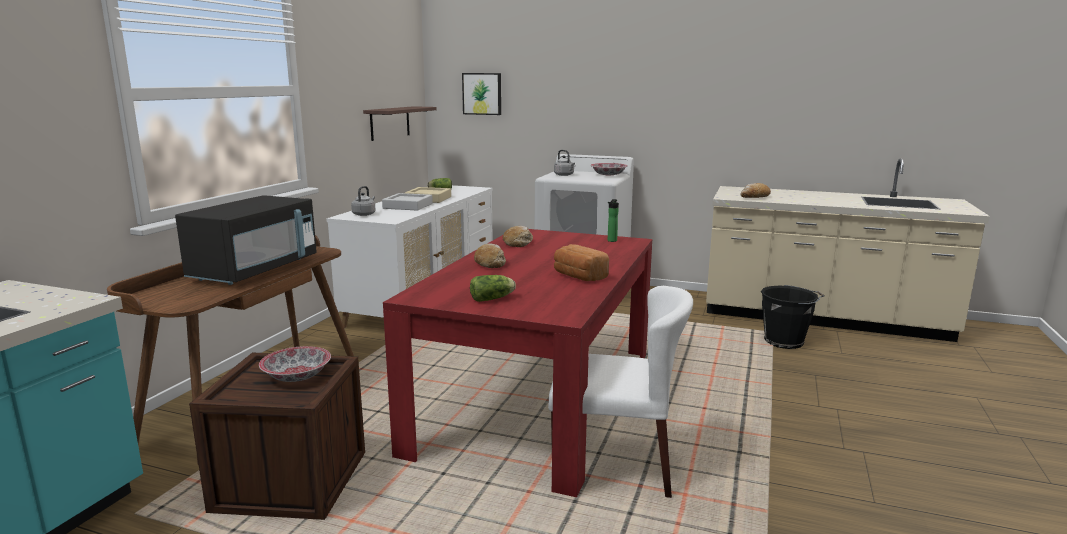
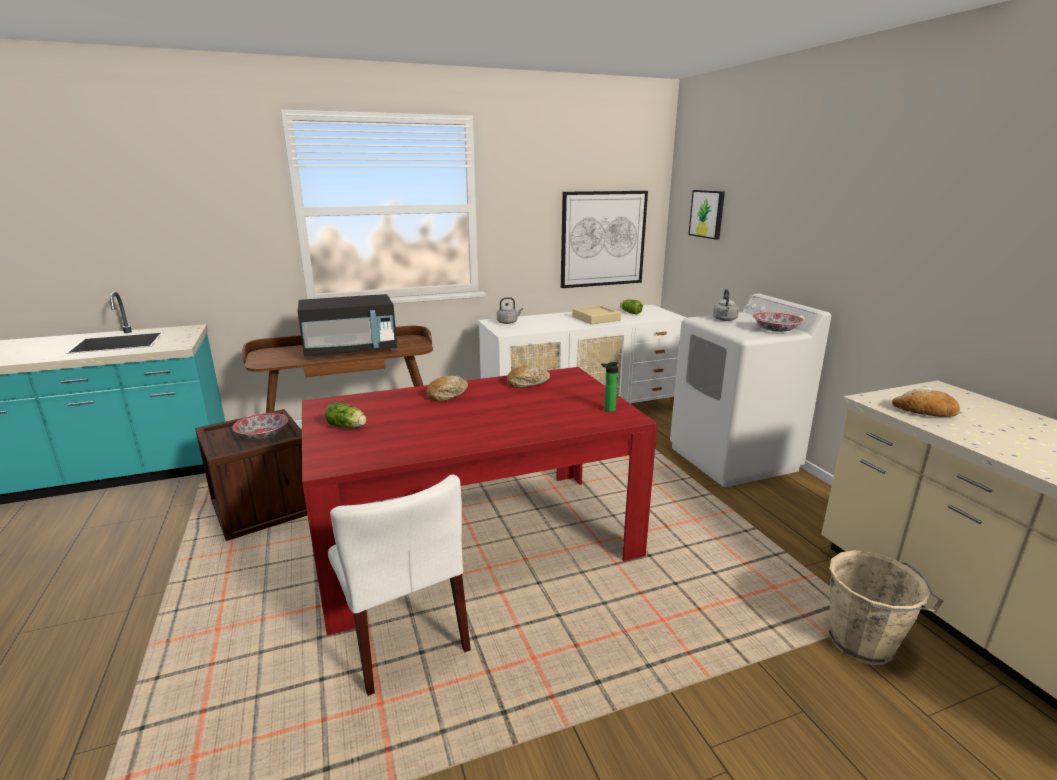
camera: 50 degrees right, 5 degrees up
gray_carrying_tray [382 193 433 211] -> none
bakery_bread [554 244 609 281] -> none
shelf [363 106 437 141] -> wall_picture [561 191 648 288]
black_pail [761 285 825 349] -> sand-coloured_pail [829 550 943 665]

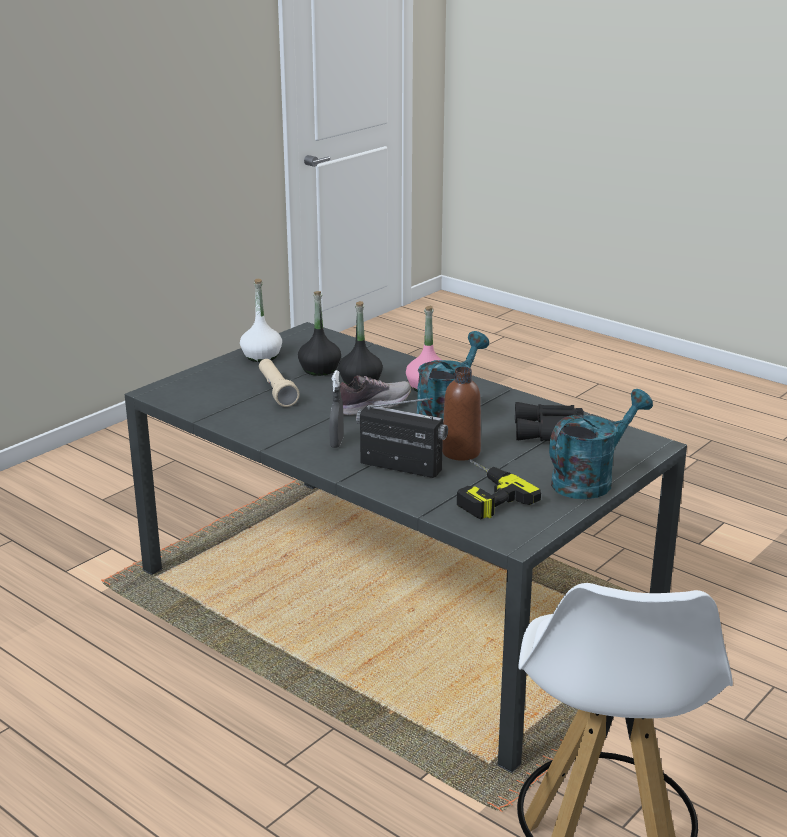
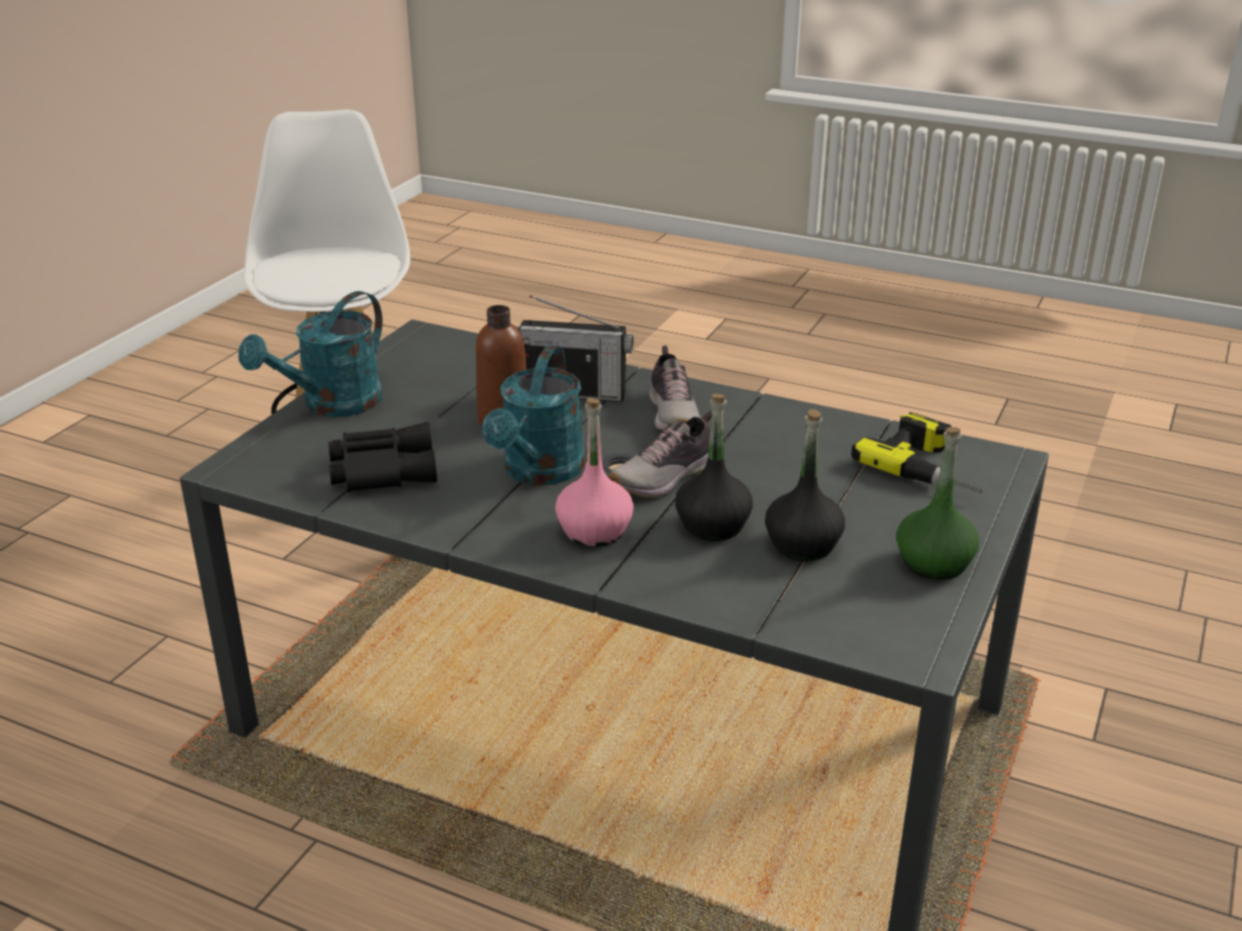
camera: 165 degrees right, 5 degrees up
sand-coloured_hand_torch [259 359 300 407] -> none
power_drill [457 459 541 519] -> power_drill [851 412 983 493], relocated
gray_sprayer [329 370 344 448] -> shoe [649 345 701 430]
white_beverage_bottle [240 279 282 362] -> greenish_beverage_bottle [896 427 979 580]

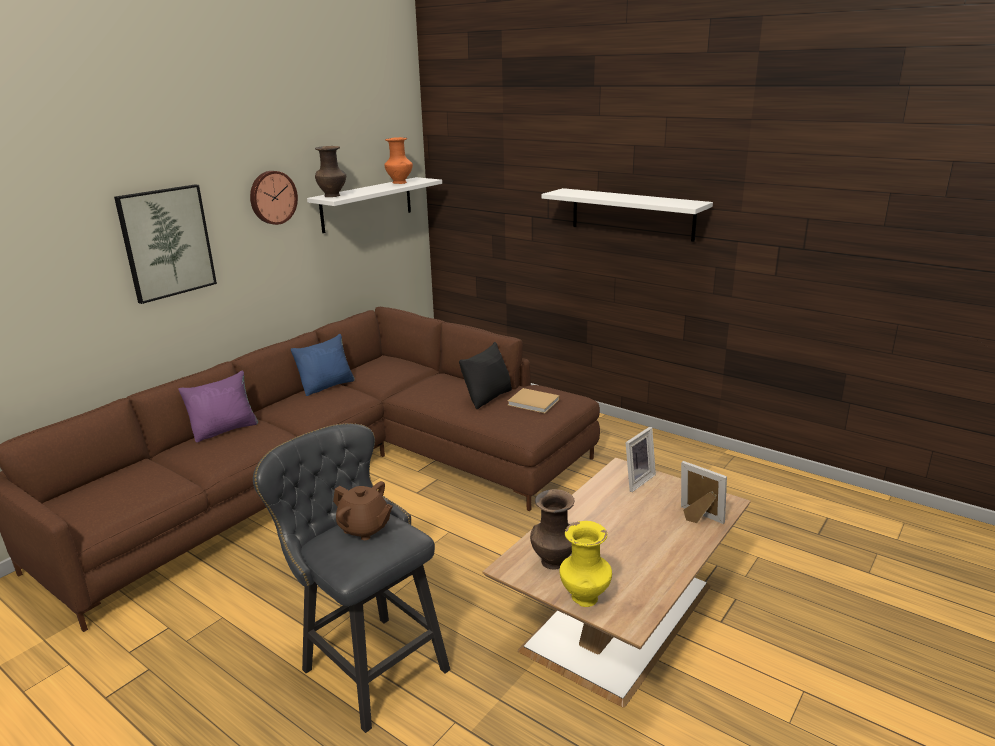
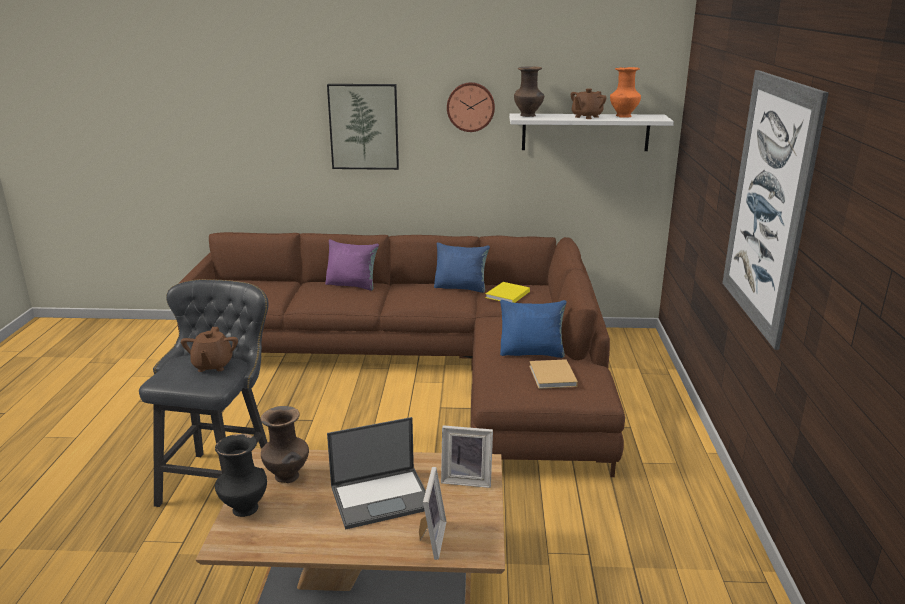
camera: 55 degrees right, 0 degrees up
none -> laptop [327 417 426 530]
none -> yellow_bound_book [485 282 530 303]
none -> brownish_tea_pot [571 88 607 119]
white_shelf [541 188 713 242] -> wall_picture [722 70 829 350]
black_throw_pillow [459 342 512 409] -> bluish_throw_pillow [500 300 566 358]
yellow_vase [559 521 612 607] -> black_vase [215 434 267 517]

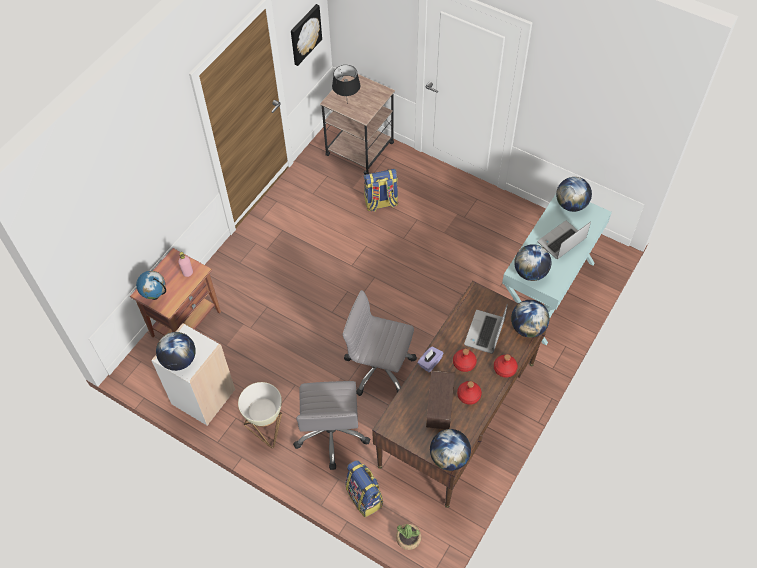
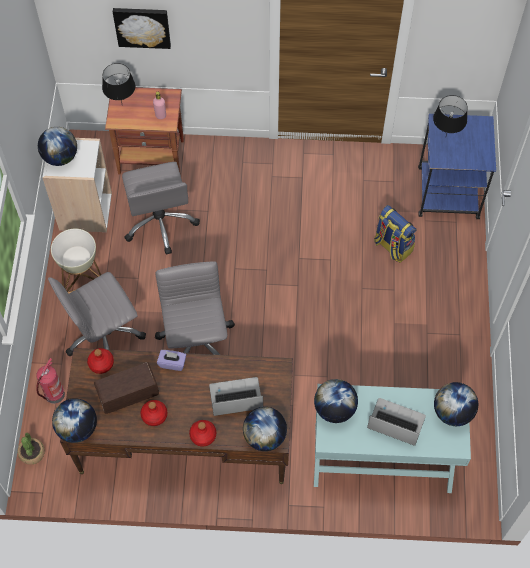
camera: 60 degrees right, 5 degrees up
none -> gray_office_chair [122 162 200 255]
wall_picture [291 4 322 66] -> wall_picture [113 8 171 49], relocated
red-coloured_beverage_bottle [453 349 477 372] -> red-coloured_beverage_bottle [87 348 114 374], relocated
desk_globe [136 271 166 300] -> black_lamp_for_a_table [102 63 135 103]
backpack [345 460 383 517] -> fire-fighting_cylinder [36 358 65 404]
brownish_cart [320 74 395 175] -> bluish_cart [418 114 496 219]

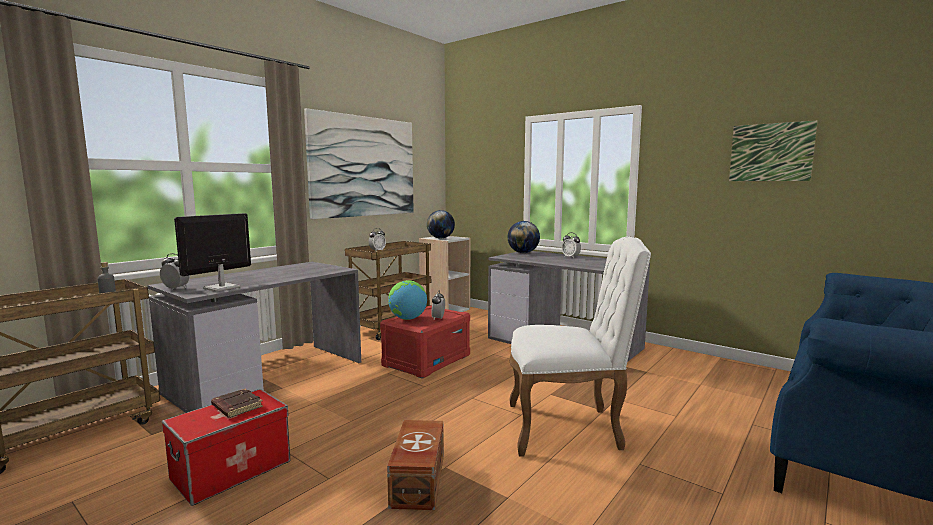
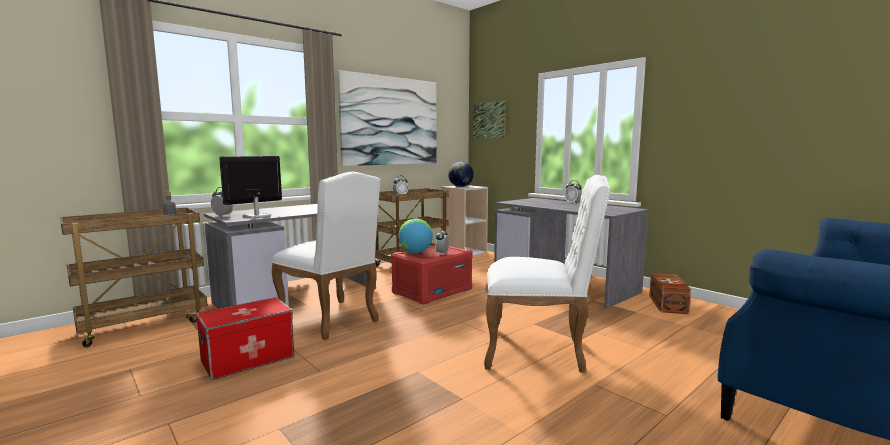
camera: 10 degrees right, 0 degrees up
brownish_bound_book [211 389 263 418] -> none
desk_globe [508 221 540 253] -> none
none -> white_upright_chair [272 171 381 340]
brownish_storage_box [387 420 444 510] -> brownish_storage_box [649 273 691 314], relocated
wall_picture [729 120 818 181] -> wall_picture [473 101 506 138], relocated

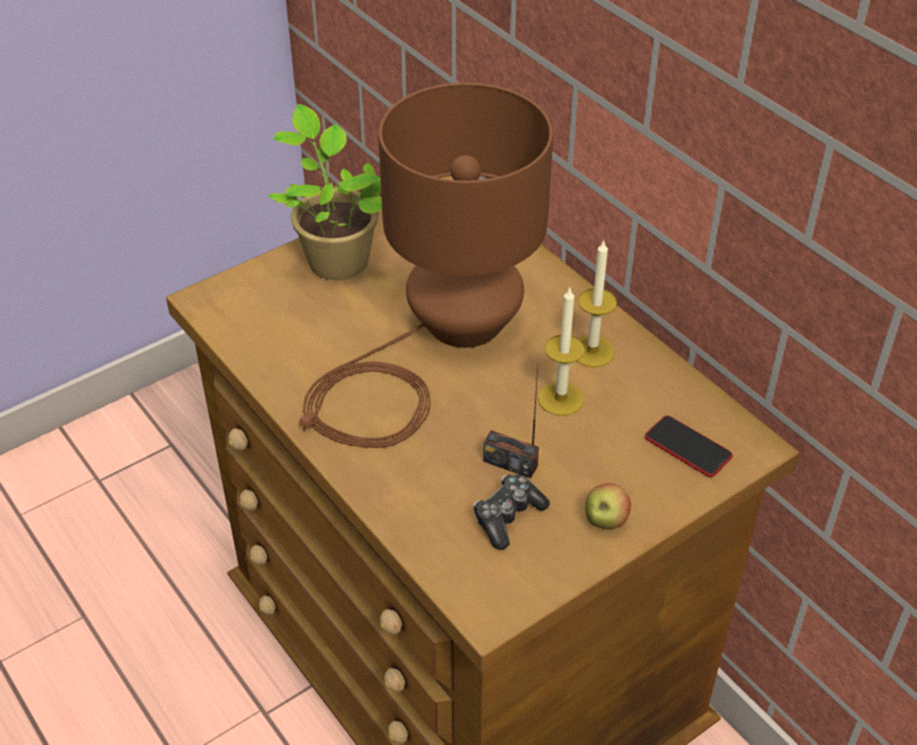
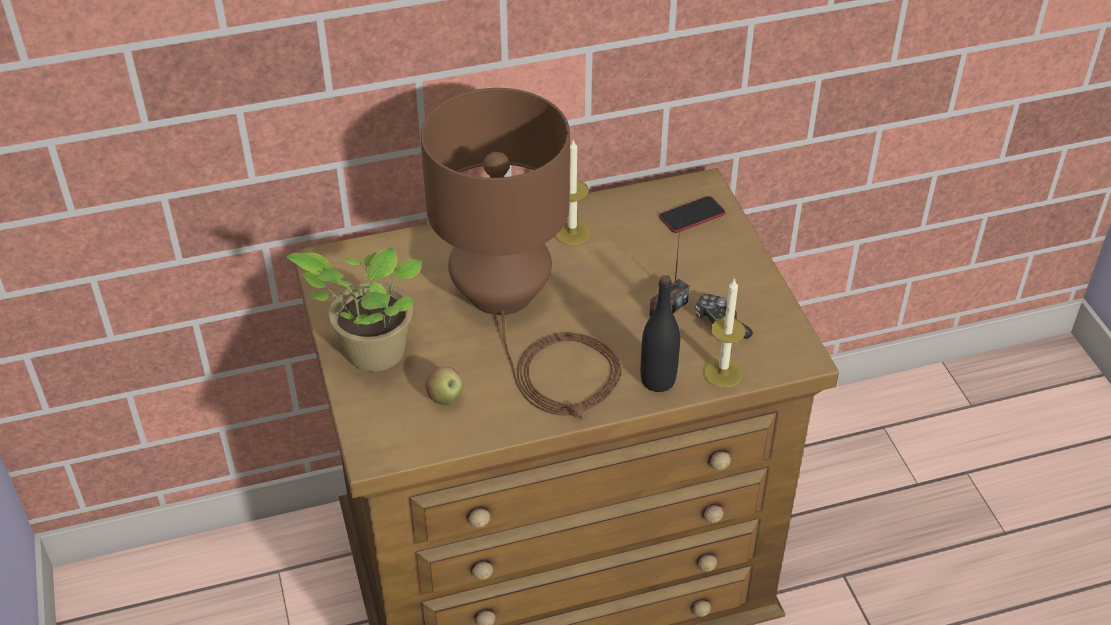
camera: 70 degrees left, 0 degrees up
none -> black_beverage_bottle [641 275 680 392]
wax_candle [538 288 585 416] -> wax_candle [703 278 746 388], relocated
apple [585 483 631 529] -> apple [425 366 463 405], relocated

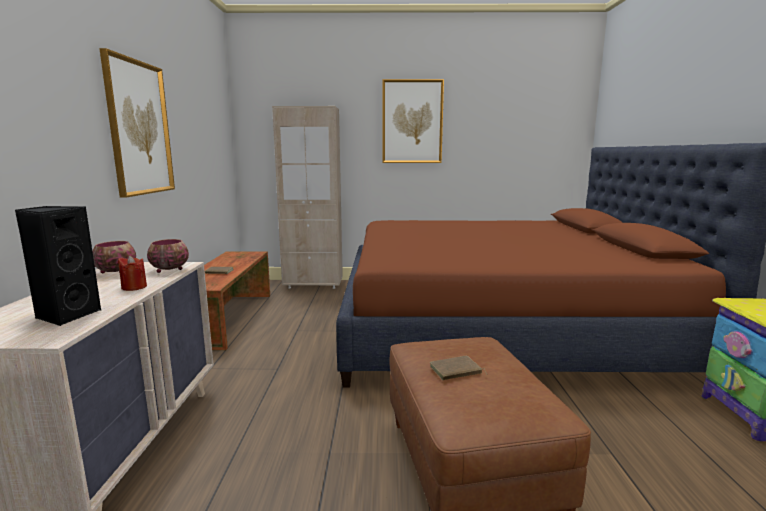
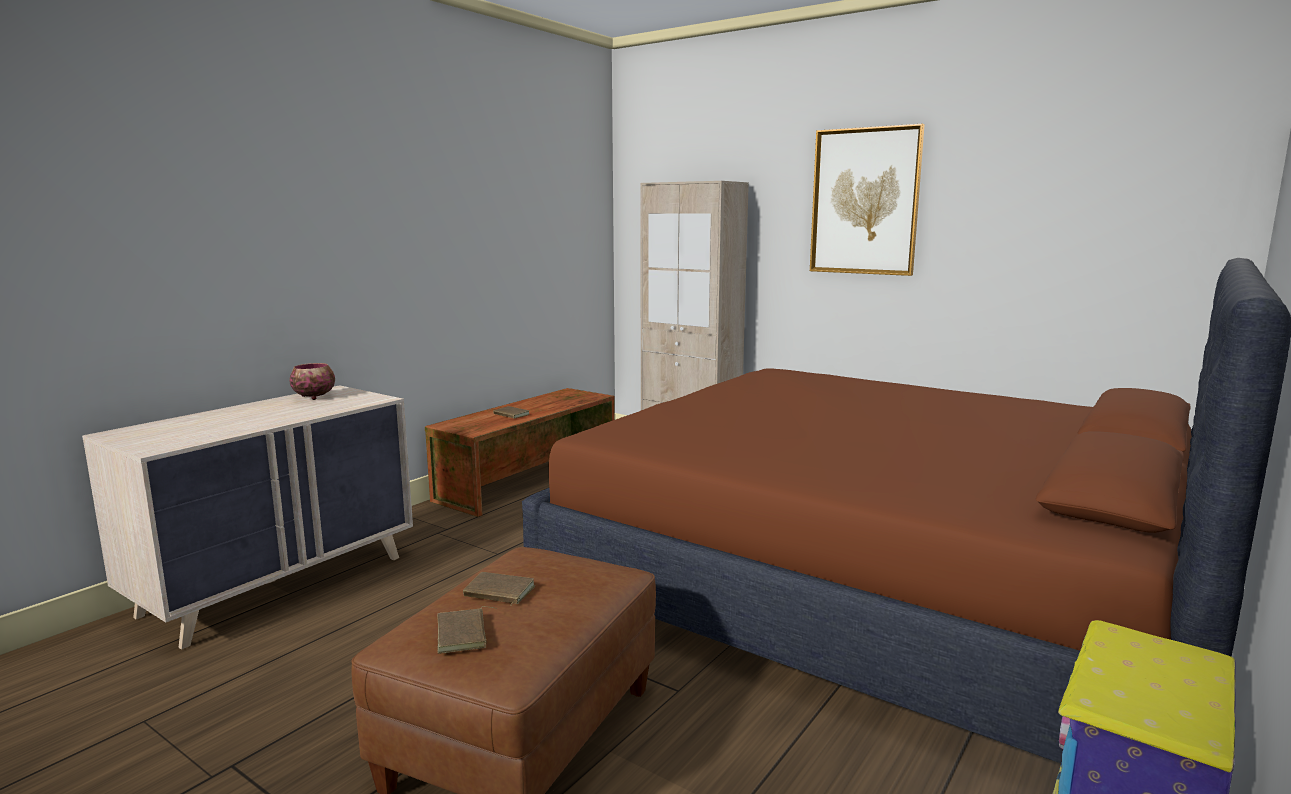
camera: 35 degrees right, 0 degrees up
black_loudspeaker [15 206 101 326] -> none
wall_picture [99 48 175 198] -> none
red-coloured_wax_candle [118 256 147 291] -> none
bowl [147 239 189 273] -> none
none -> brownish_bound_book [437 606 497 654]

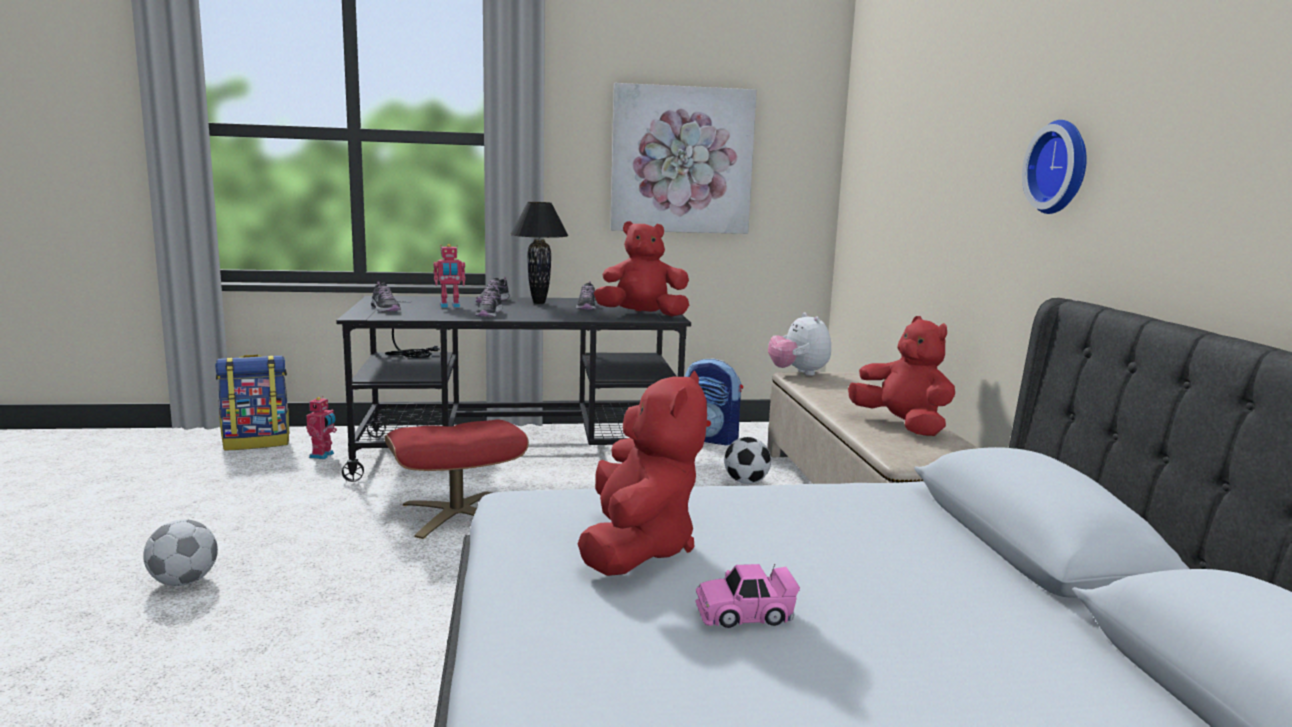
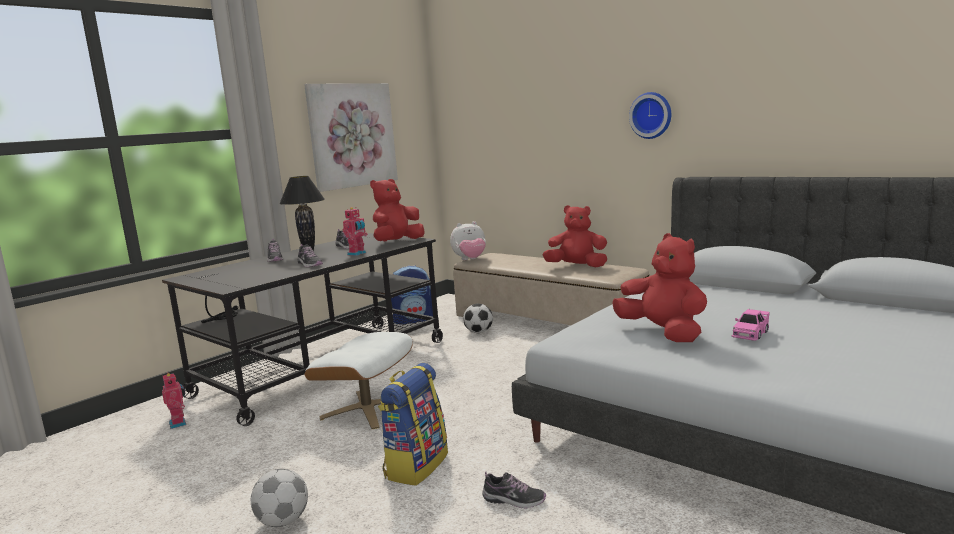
camera: 40 degrees left, 0 degrees up
backpack [215 354 290 451] -> backpack [378 363 448 486], relocated
shoe [371 281 401 312] -> shoe [482 472 546 508], relocated
robot_figure [433 244 466 308] -> robot_figure [343 207 368 256], relocated
red-coloured_ottoman [385 420 529 539] -> white_ottoman [305 332 413 429]
soft_toy [768 313 831 376] -> soft_toy [450 221 486 260], 45 degrees counterclockwise

